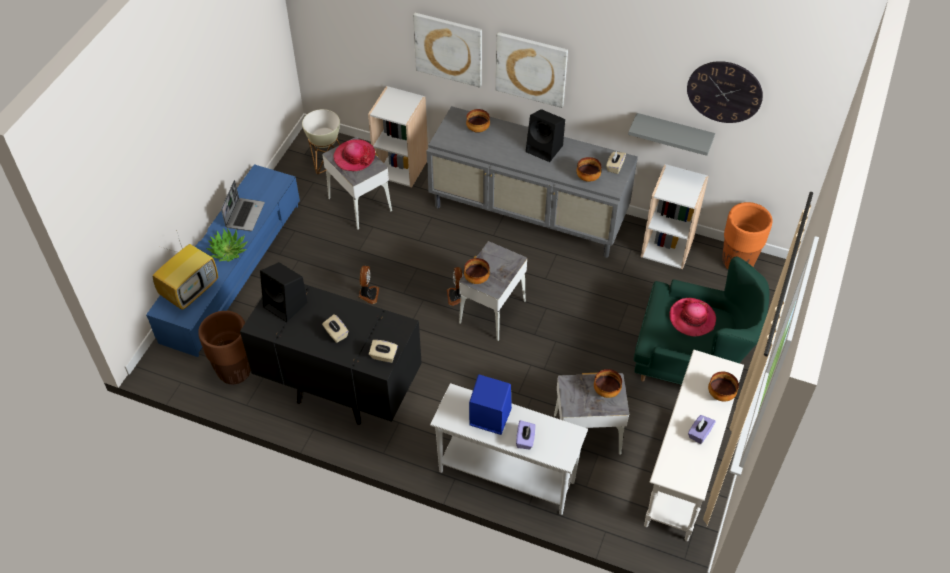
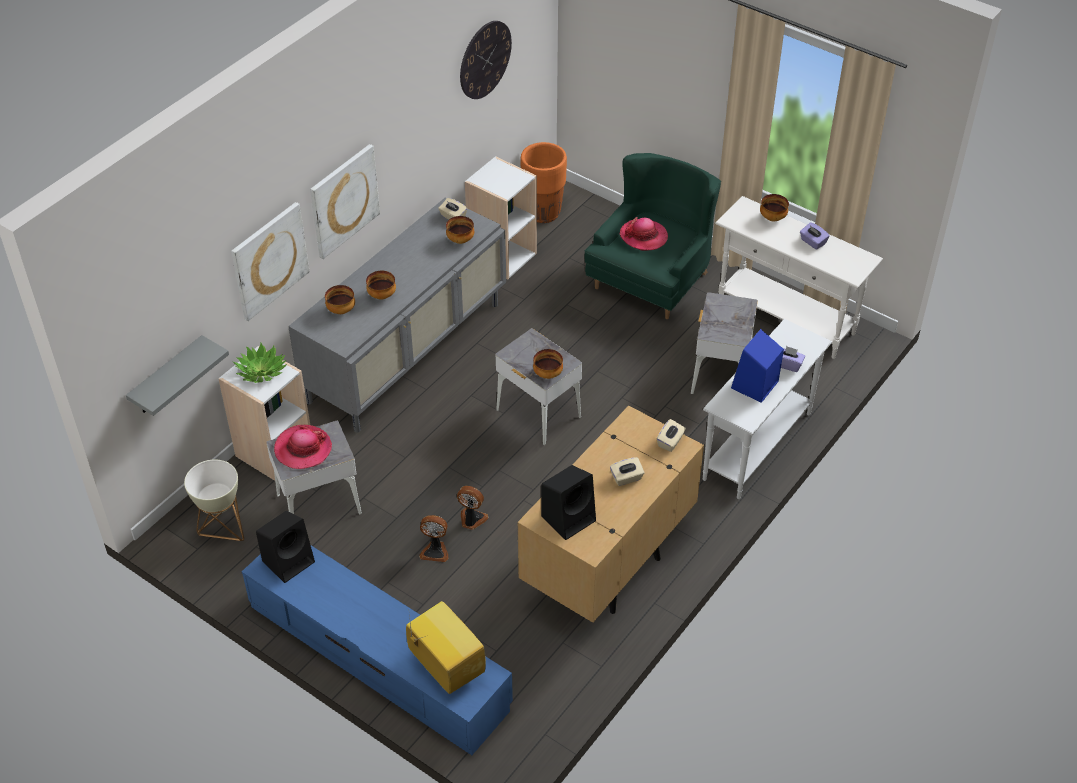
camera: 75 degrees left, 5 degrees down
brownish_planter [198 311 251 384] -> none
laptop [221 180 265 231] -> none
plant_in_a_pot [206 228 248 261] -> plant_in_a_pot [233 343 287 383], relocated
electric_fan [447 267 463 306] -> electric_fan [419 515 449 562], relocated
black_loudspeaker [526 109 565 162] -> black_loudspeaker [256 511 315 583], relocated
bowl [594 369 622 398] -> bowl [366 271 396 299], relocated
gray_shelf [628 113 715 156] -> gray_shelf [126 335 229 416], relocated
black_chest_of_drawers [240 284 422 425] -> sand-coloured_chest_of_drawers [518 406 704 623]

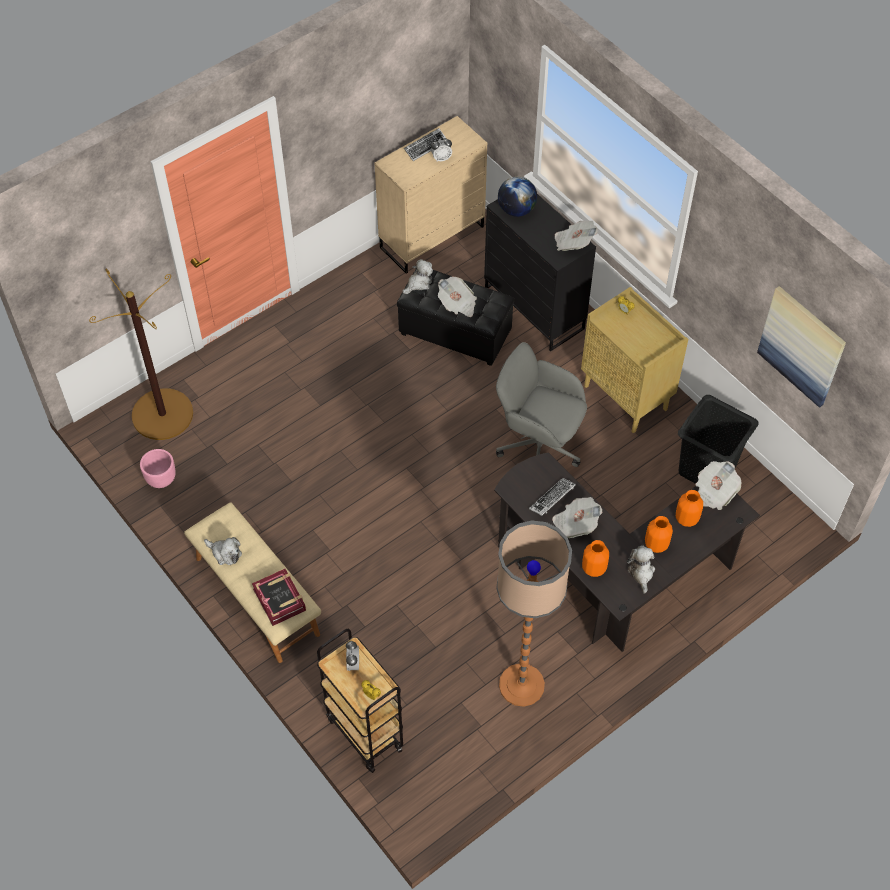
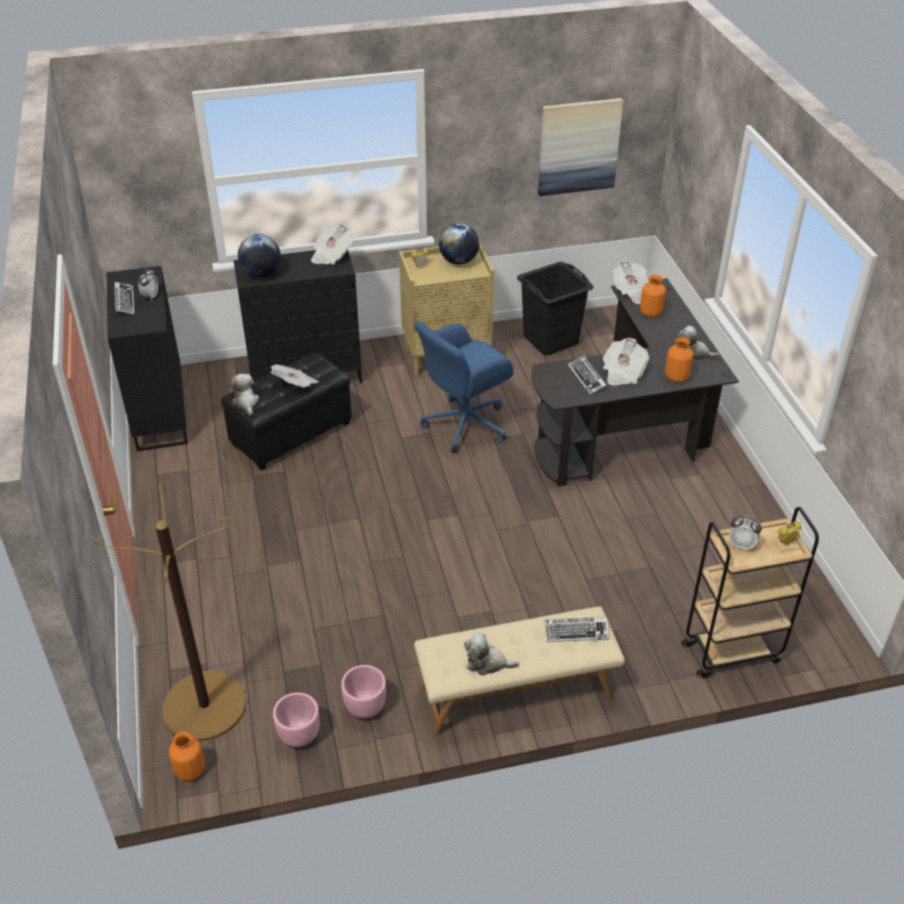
camera: 65 degrees left, 15 degrees down
standard_lamp [496 520 572 707] -> none
none -> pinkish_planter [341 665 386 718]
none -> desk_globe [439 223 479 265]
orange_vase [645 516 673 553] -> orange_vase [169 731 205 781], relocated
bound_book [252 569 306 626] -> keyboard [544 617 609 642]
sand-coloured_chest_of_drawers [374 116 487 274] -> black_chest_of_drawers [107 266 188 451]
gray_office_chair [496 342 587 467] -> bluish_office_chair [415 321 514 453]
soft_toy [204 537 242 565] -> soft_toy [464 632 519 676], 135 degrees counterclockwise

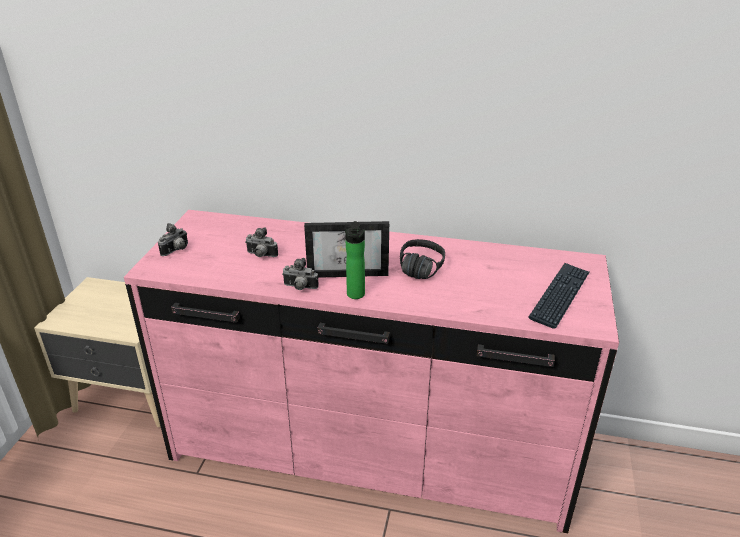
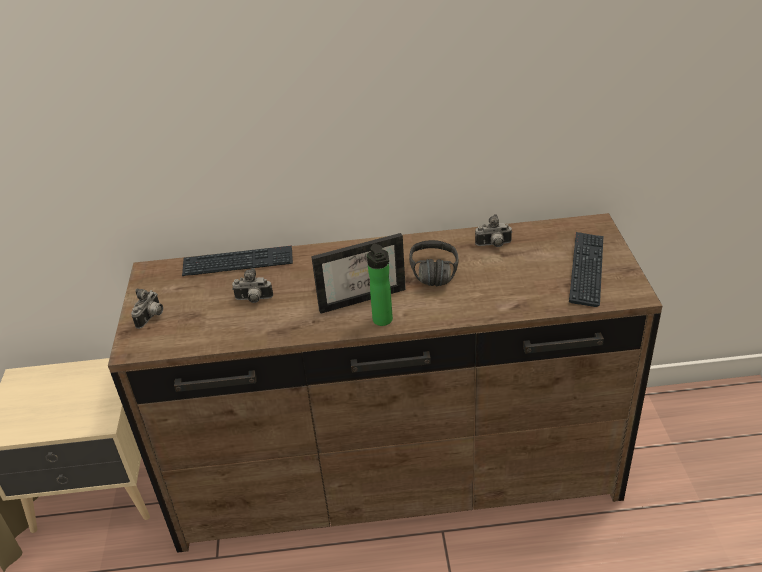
camera: 15 degrees left, 5 degrees up
none -> keyboard [182 245 293 276]
photo_camera [282 258 319 290] -> photo_camera [475 214 512 247], relocated
pinkish_chest_of_drawers [124 210 619 533] -> brownish_chest_of_drawers [108 213 662 553]

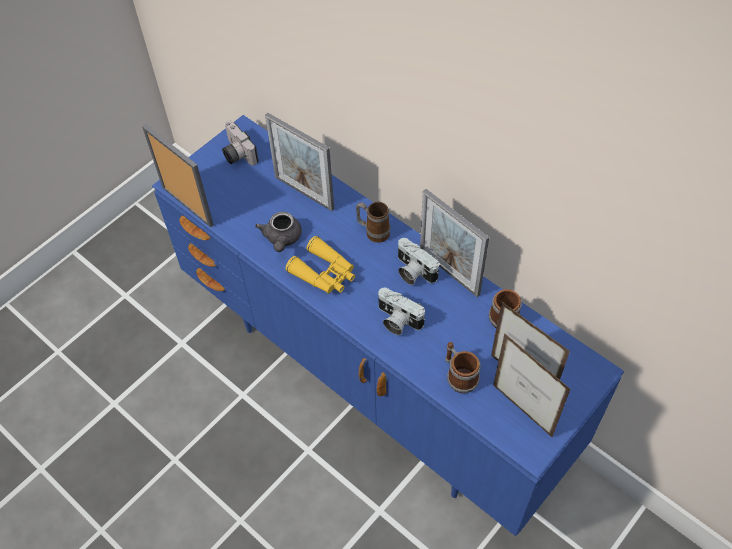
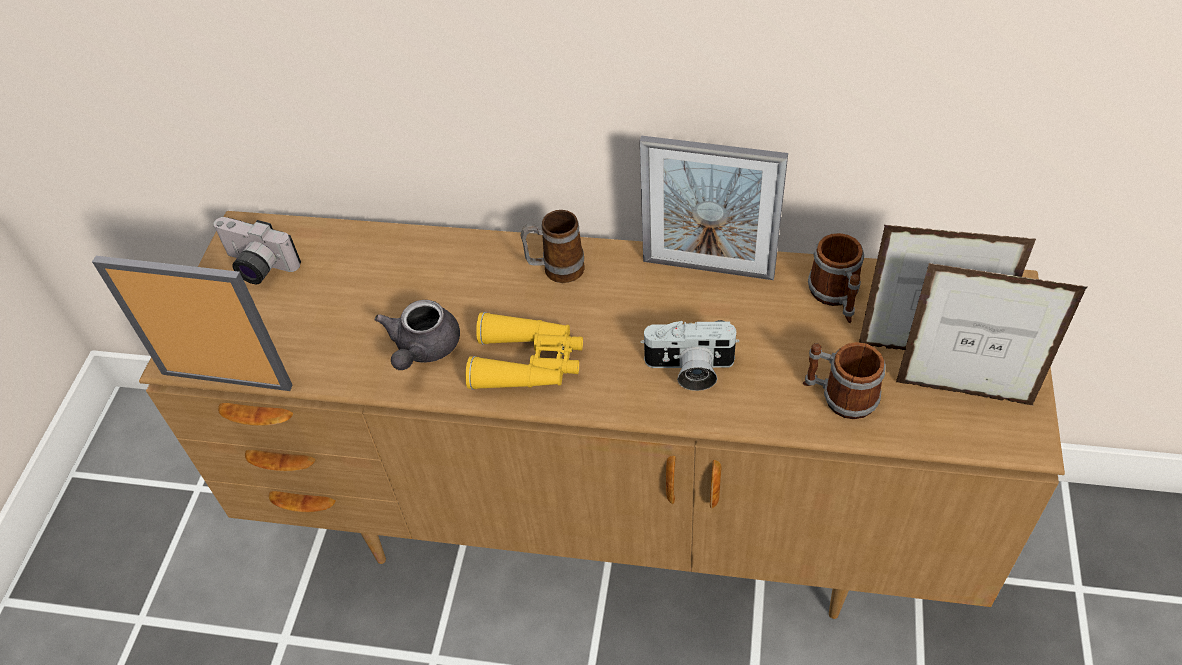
camera: 30 degrees left, 5 degrees down
photo_frame [265 113 334 211] -> none
photo_camera [398 238 439 285] -> none
bluish_chest_of_drawers [152 115 624 536] -> brownish_chest_of_drawers [139 211 1065 619]
gray_tea_pot [255 212 302 252] -> gray_tea_pot [375 300 460 370], 45 degrees clockwise

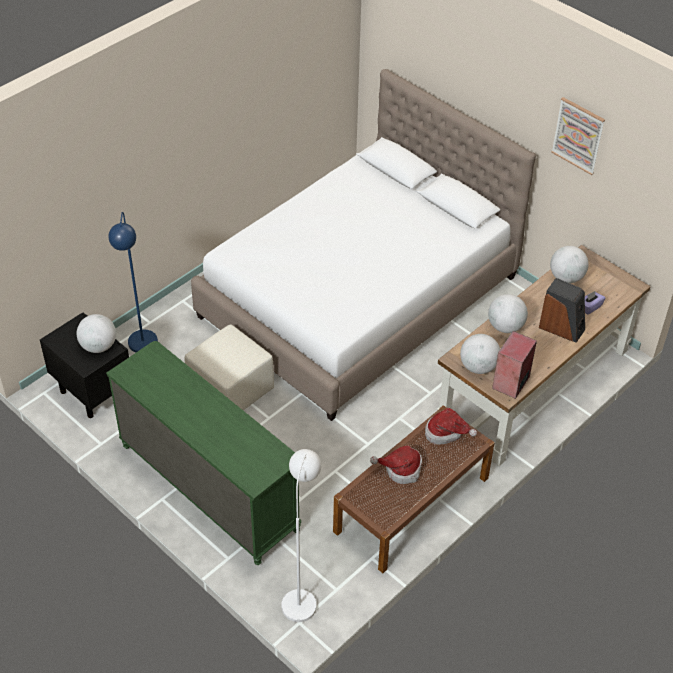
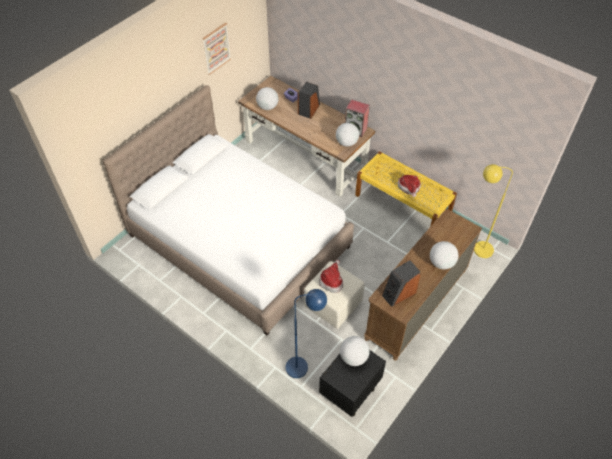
camera: 95 degrees left, 5 degrees up
none -> loudspeaker [382 260 421 307]
hat [425 408 477 445] -> hat [319 260 343 293], relocated
desk_globe [488 294 528 333] -> desk_globe [430 241 458 269], relocated
greenish_chest_of_drawers [106 341 301 565] -> brownish_chest_of_drawers [364 209 482 361]
white_standard_lamp [281 449 321 622] -> yellow_standard_lamp [474 164 513 258]
brownish_indoor_bench [333 405 495 573] -> yellow_indoor_bench [355 151 457 227]

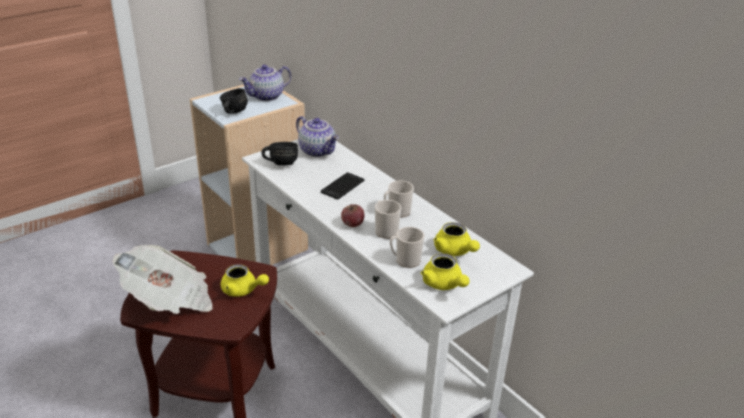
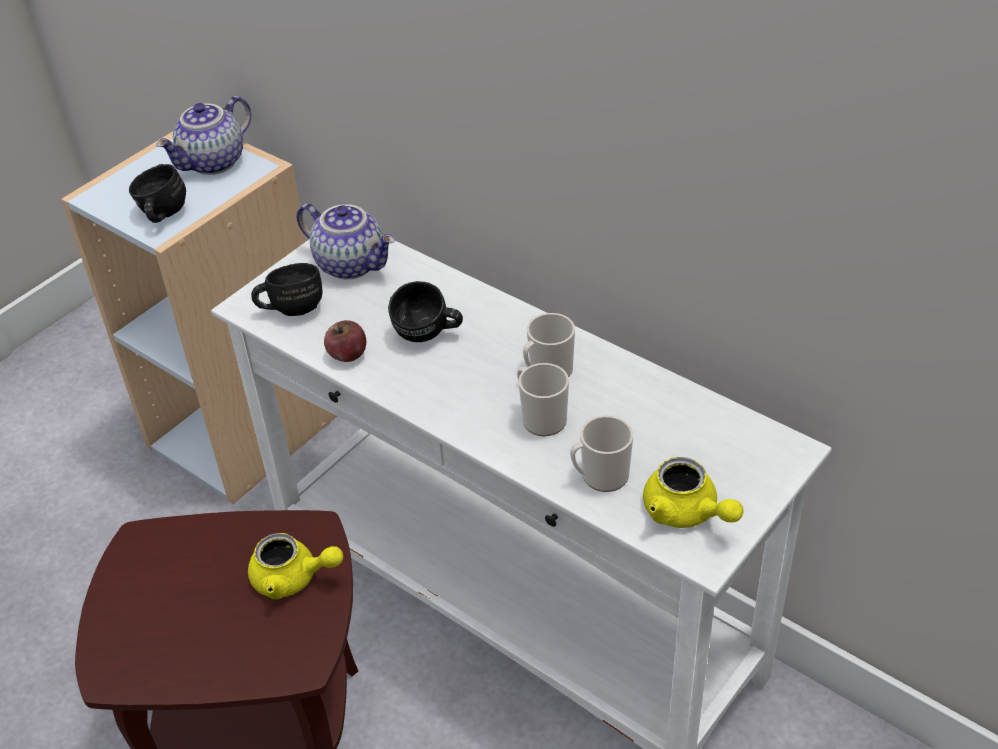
camera: 10 degrees left, 10 degrees up
newspaper [112 245 213 314] -> none
yellow_tea_pot [434 222 480 256] -> none
apple [341 204 365 227] -> apple [324 320 366 362], relocated
telephone [321 172 364 200] -> black_coffee_mug [388 281 463 342]

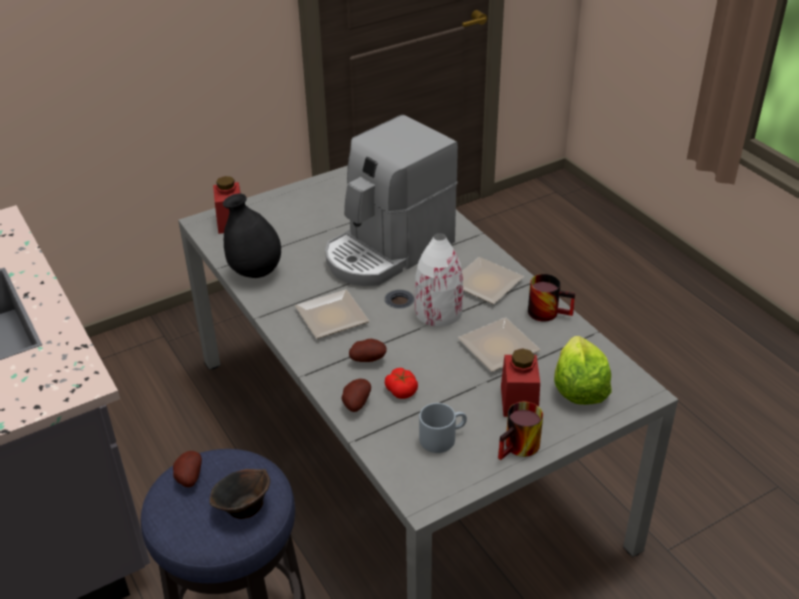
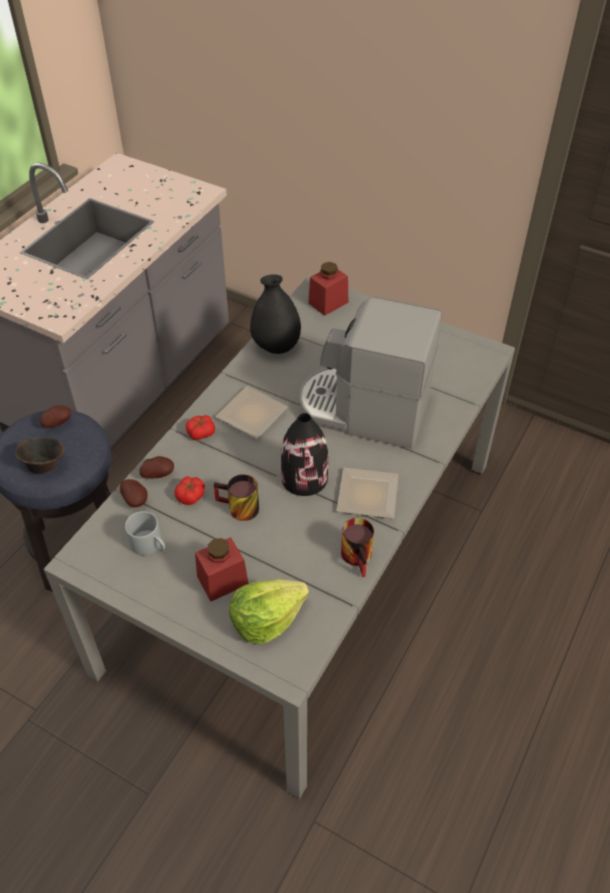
camera: 60 degrees right, 10 degrees up
plate [458 317 541 372] -> none
none -> whole_tomato [186 415 215 440]
whole_potato [349 339 387 362] -> whole_potato [120 479 147 507], relocated
coffee_mug [498 401 543 460] -> coffee_mug [214 474 259 521], relocated
white_vase [415 233 463 326] -> black_vase [281 413 328 496]

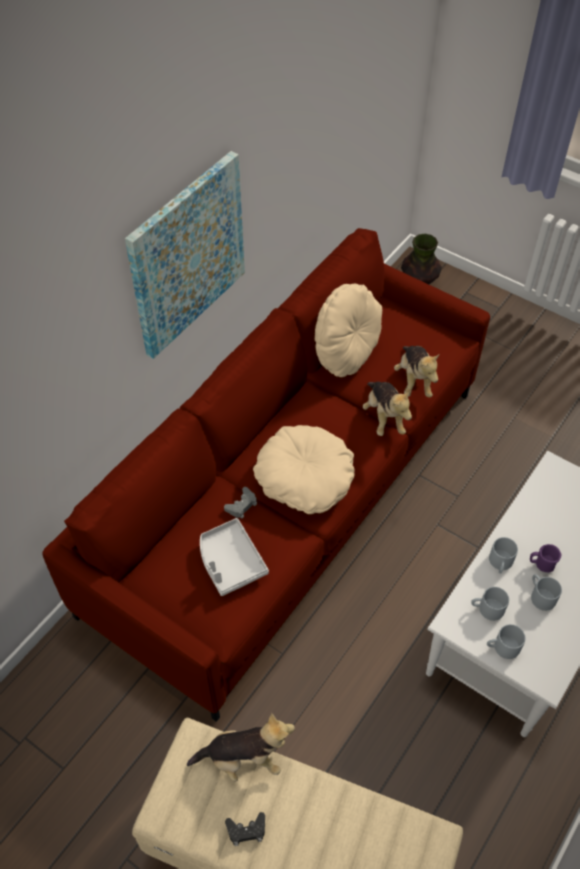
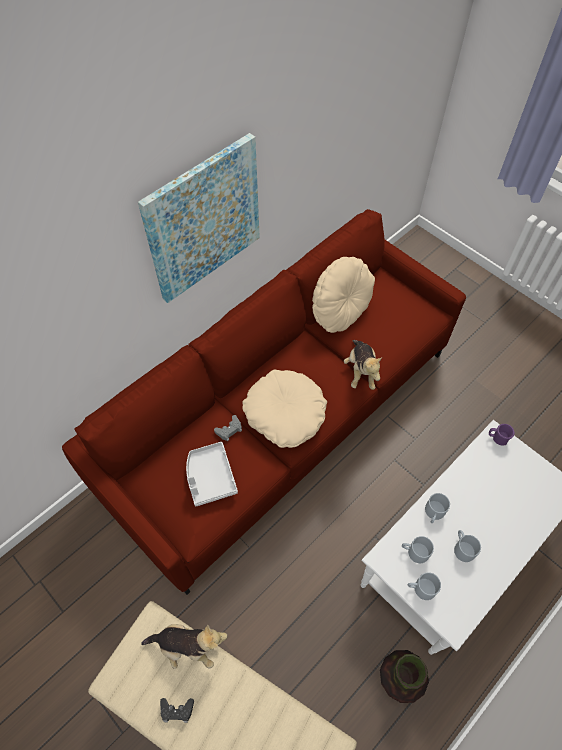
camera: 10 degrees right, 5 degrees up
soft_toy [394 346 440 398] -> none
vase [401 234 442 284] -> vase [380 650 429 703], relocated
purplish_coffee_mug [530 544 562 572] -> purplish_coffee_mug [489 424 515 446], relocated

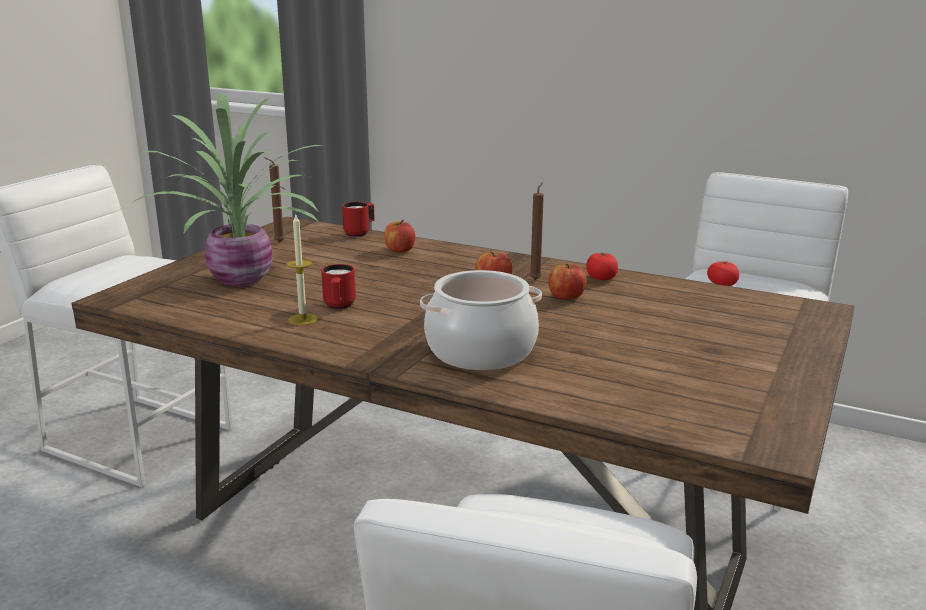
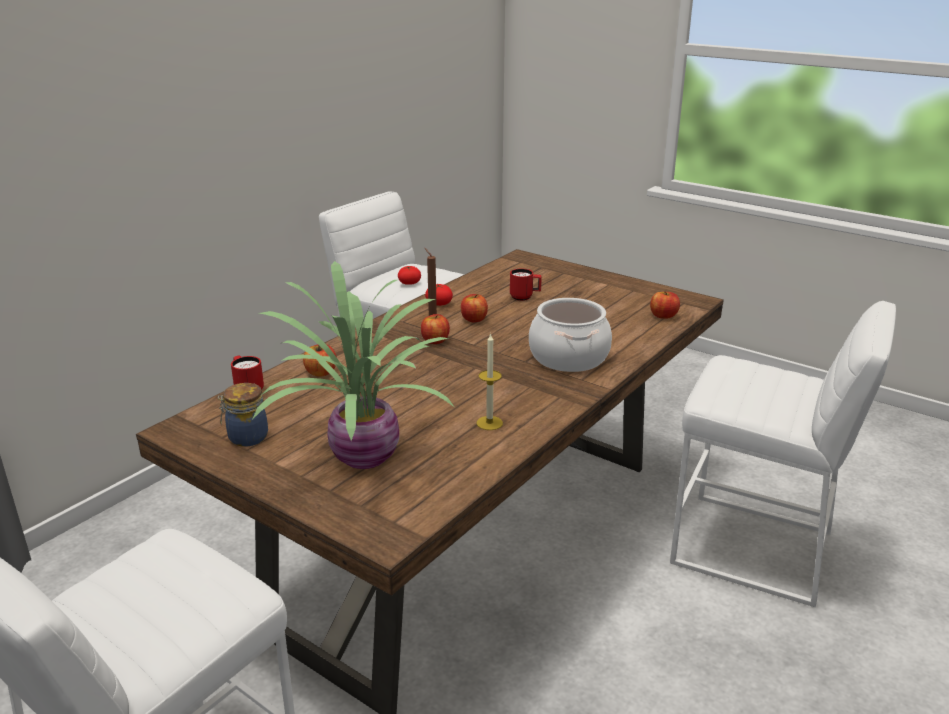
camera: 80 degrees left, 5 degrees up
none -> apple [650 291 680 319]
red-coloured_coffee_mug [321 264 356 309] -> red-coloured_coffee_mug [510 268 542 301], relocated
brownish_wax_candle [264 157 285 242] -> jar [218 383 268 447]

